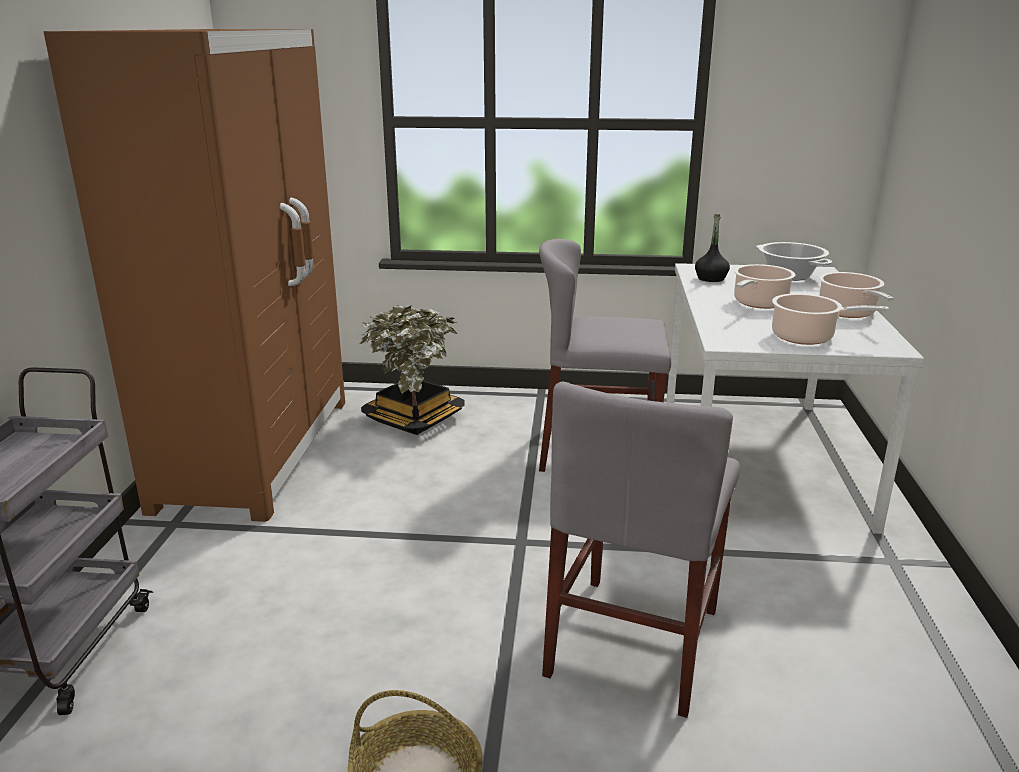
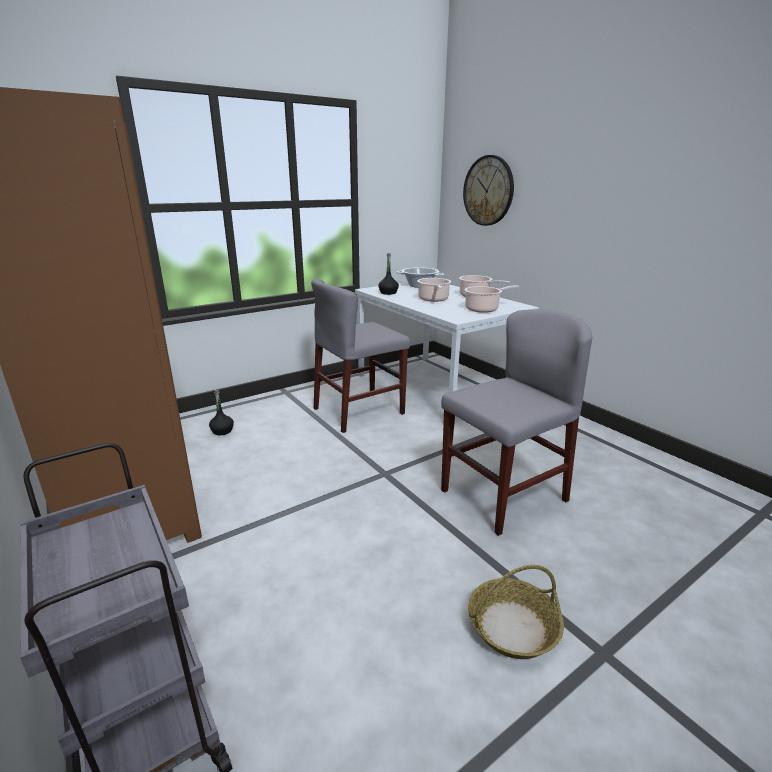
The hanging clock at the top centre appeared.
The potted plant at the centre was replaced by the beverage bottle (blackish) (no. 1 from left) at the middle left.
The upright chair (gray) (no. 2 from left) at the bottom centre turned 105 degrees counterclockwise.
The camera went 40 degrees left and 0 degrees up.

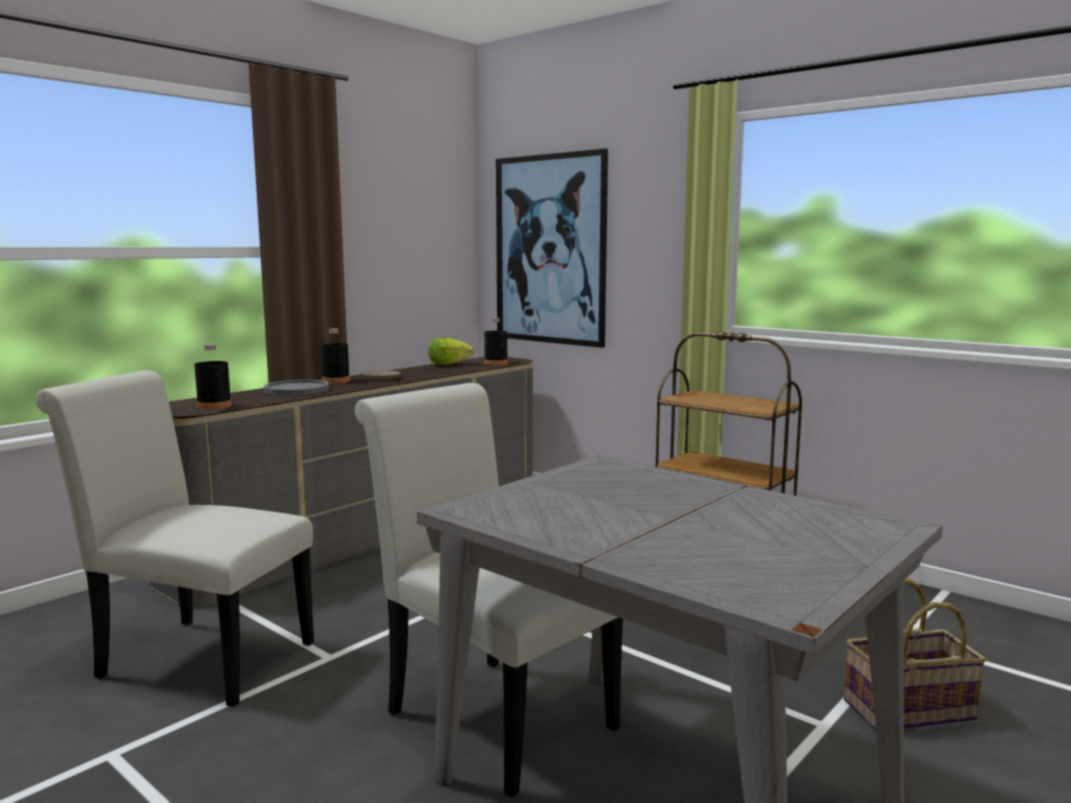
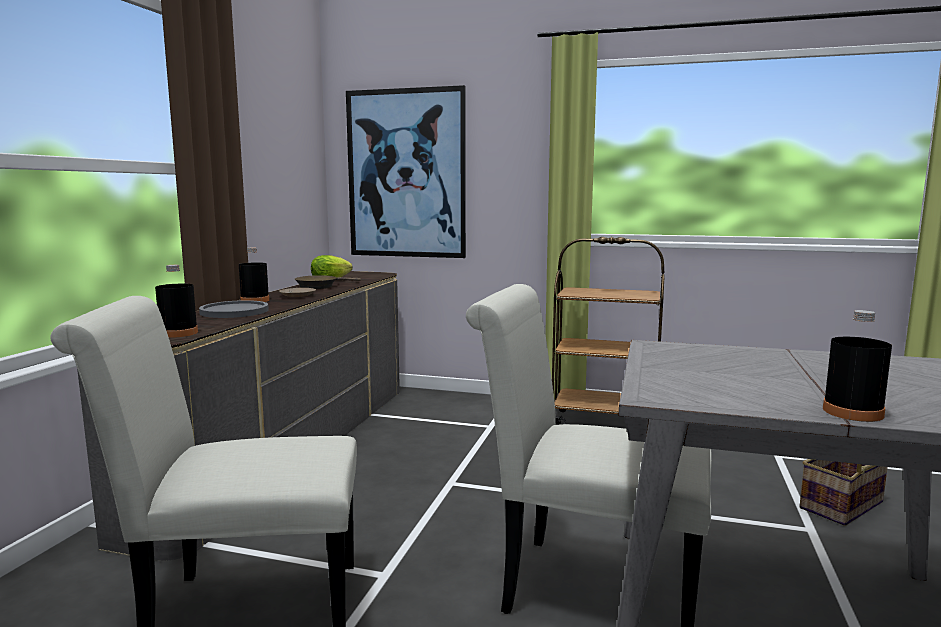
The skillet (brown) at the centre appeared.
The beverage bottle (blackish) (no. 3 from left) moved from the centre to the middle right.
The camera went 25 degrees left and 0 degrees up.

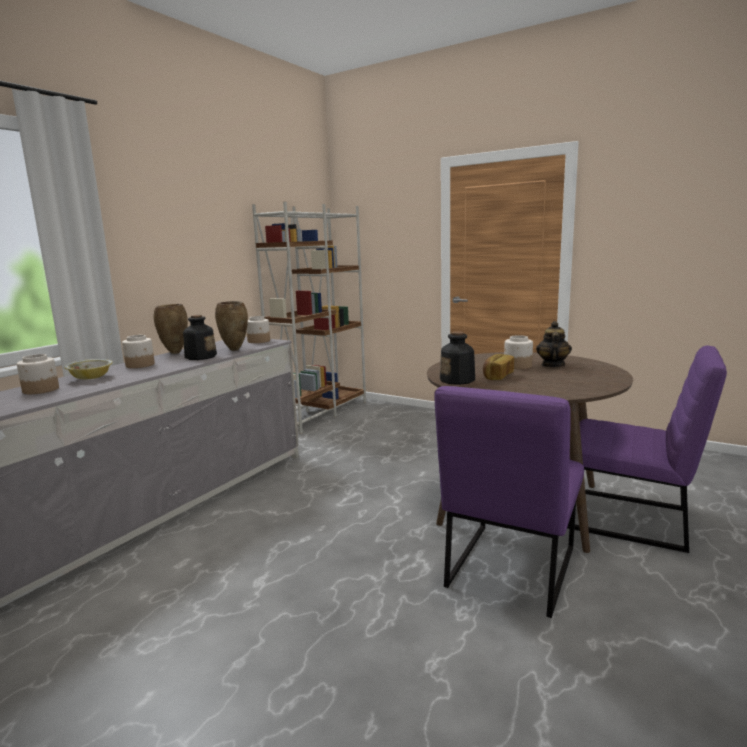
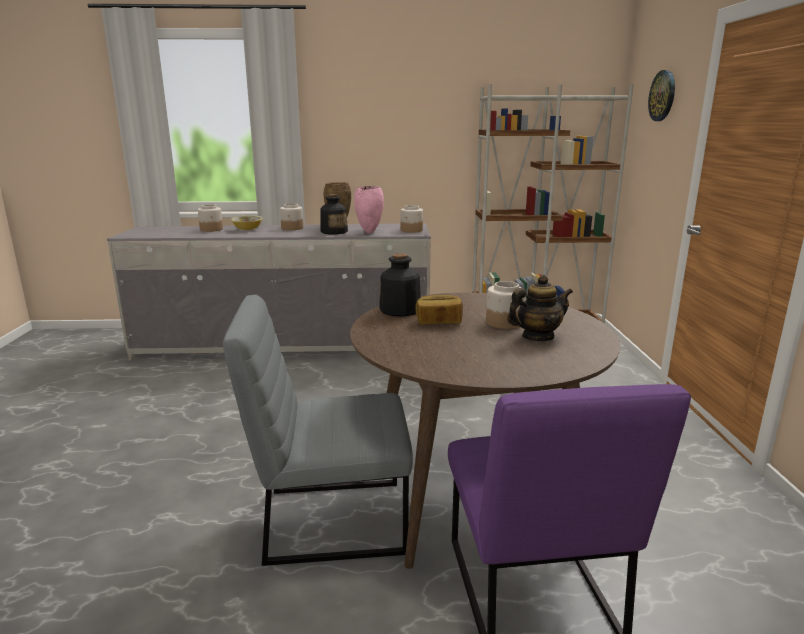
The hanging clock at the top right appeared.
The flower vase (brown) (no. 2 from left) at the middle left became the flower vase (pink-coloured) at the top centre.
The upright chair (purplish) (no. 1 from left) at the bottom right became the upright chair (gray) at the bottom centre.
The camera went 55 degrees right and 5 degrees up.

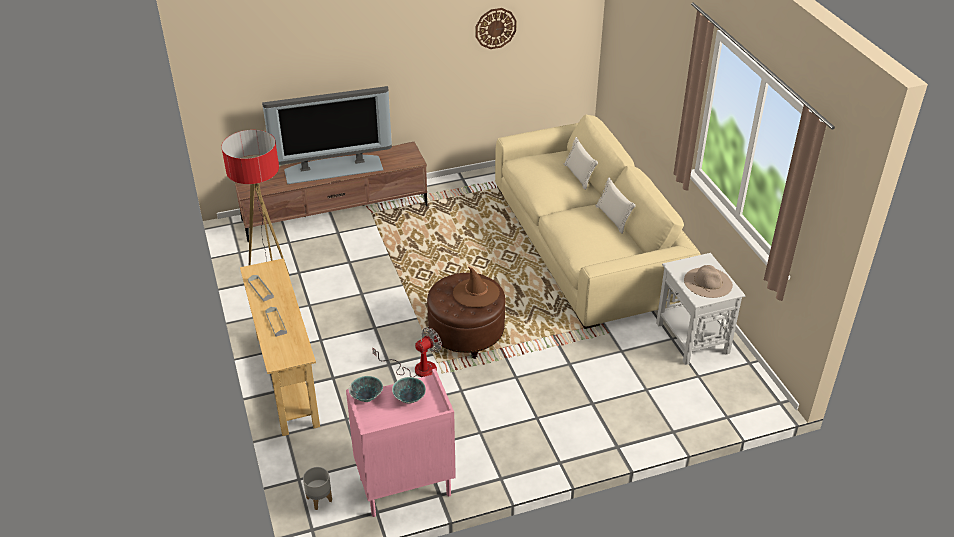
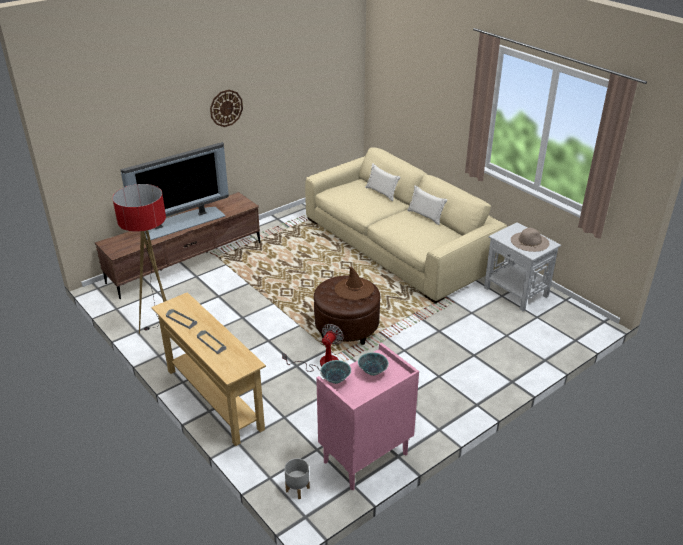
The hanging clock moved from the top centre to the top left.
The camera went 20 degrees left and 5 degrees down.

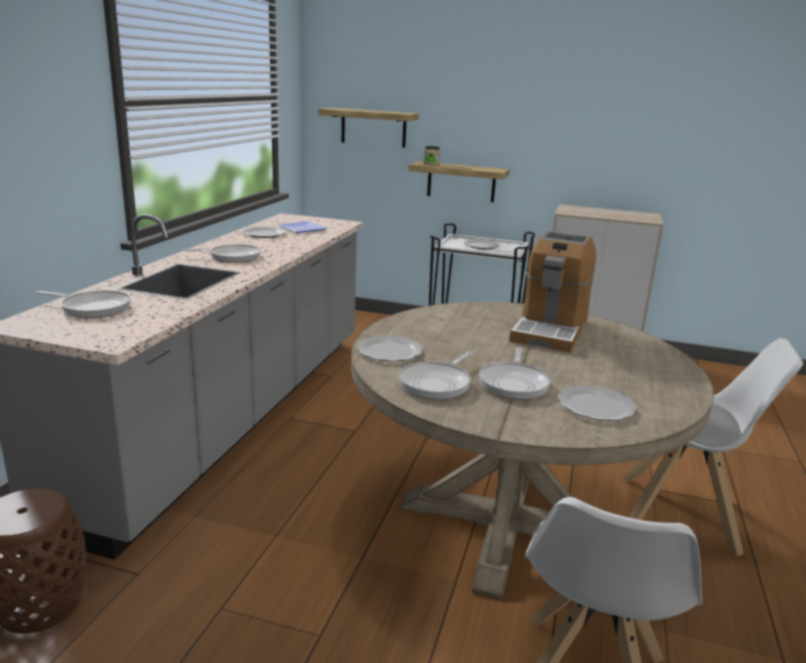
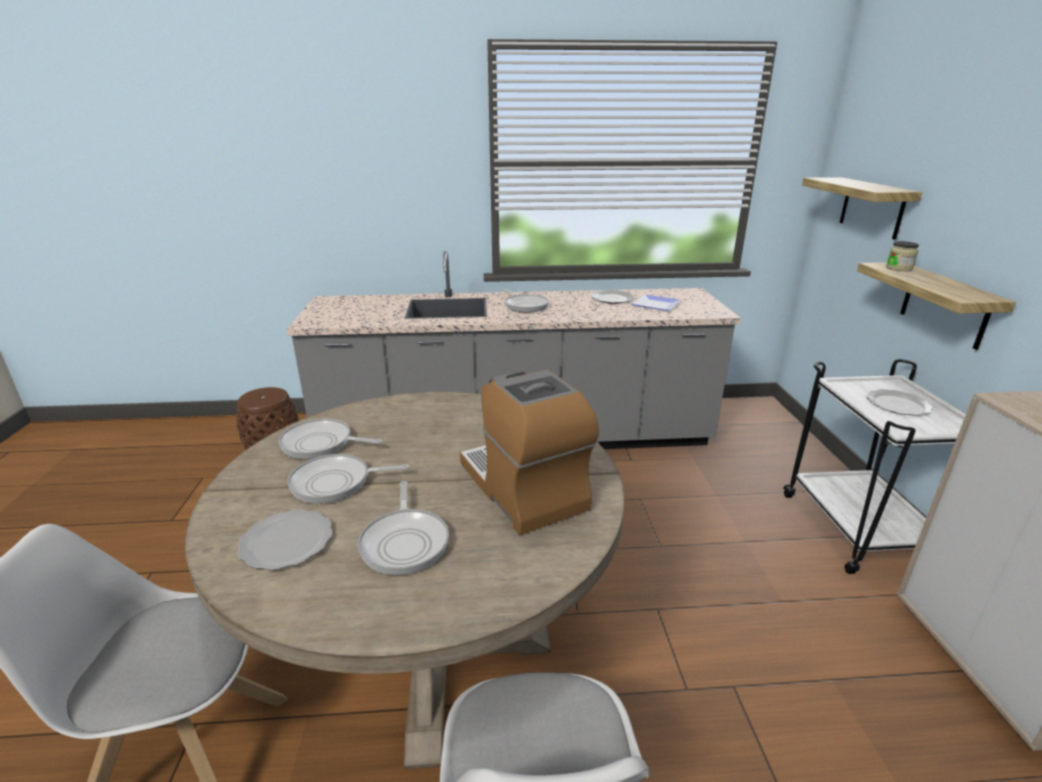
The dinner plate (no. 3 from left) at the centre disappeared.
The skillet (no. 1 from left in the first image) moved from the middle left to the bottom centre.
The coffee maker at the middle right turned 60 degrees clockwise.
The camera went 70 degrees right and 5 degrees up.

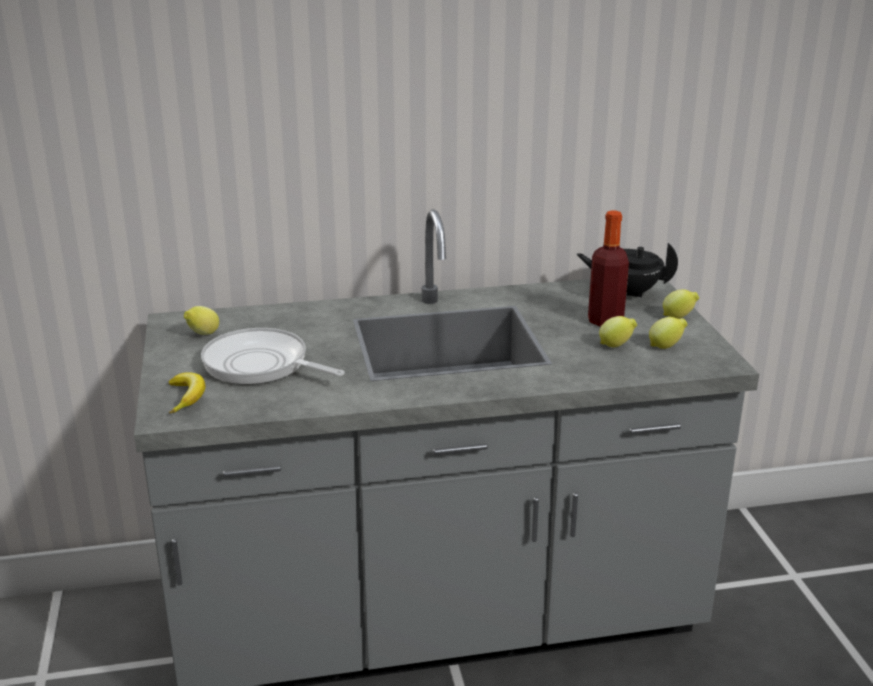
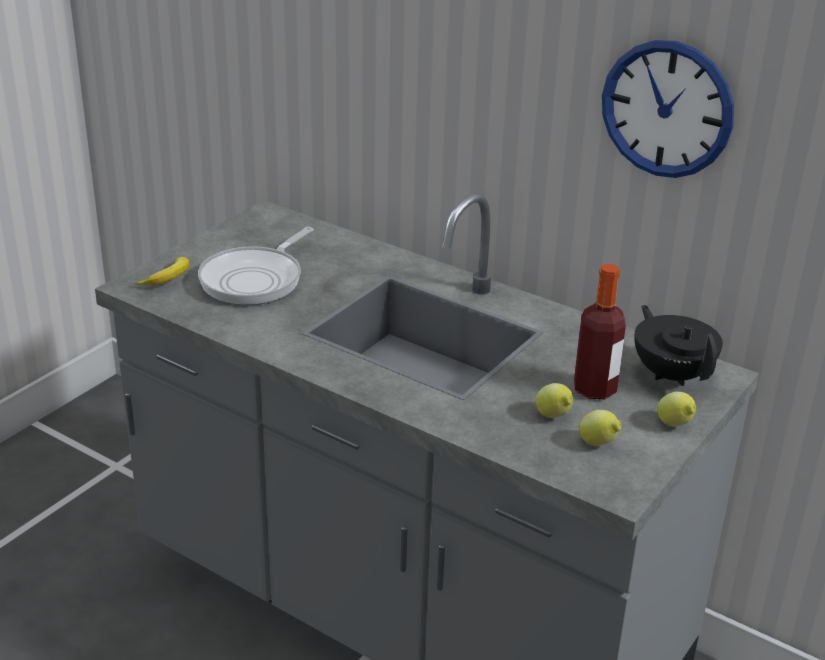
The whole lemon (no. 1 from left) at the middle left disappeared.
The hanging clock at the top right appeared.
The skillet at the middle left turned 135 degrees counterclockwise.
The camera went 45 degrees right and 5 degrees up.

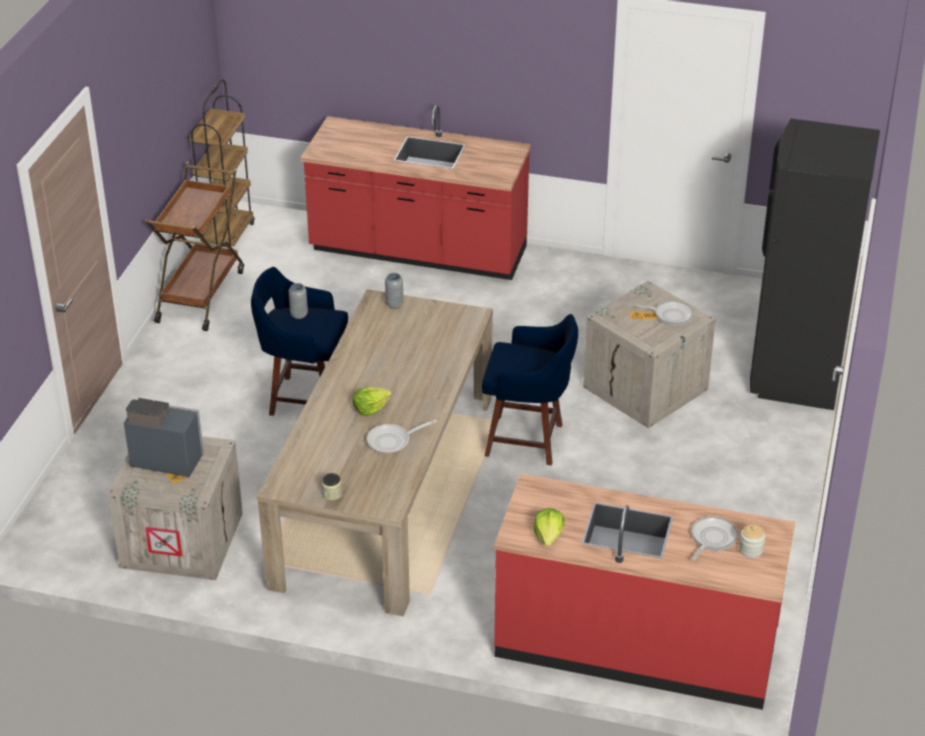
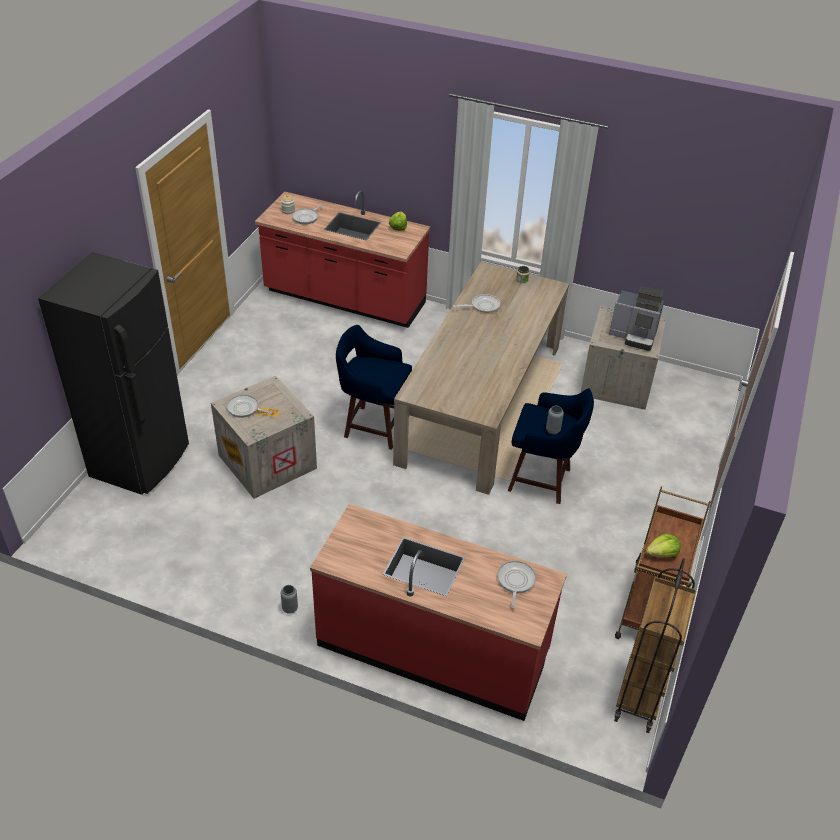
The skillet (no. 4 from left) at the bottom centre appeared.
The head of lettuce (no. 1 from left in the first image) moved from the centre to the middle right.
The flower vase (gray) (no. 2 from left in the first image) moved from the centre to the bottom centre.
The camera went 175 degrees left and 5 degrees up.

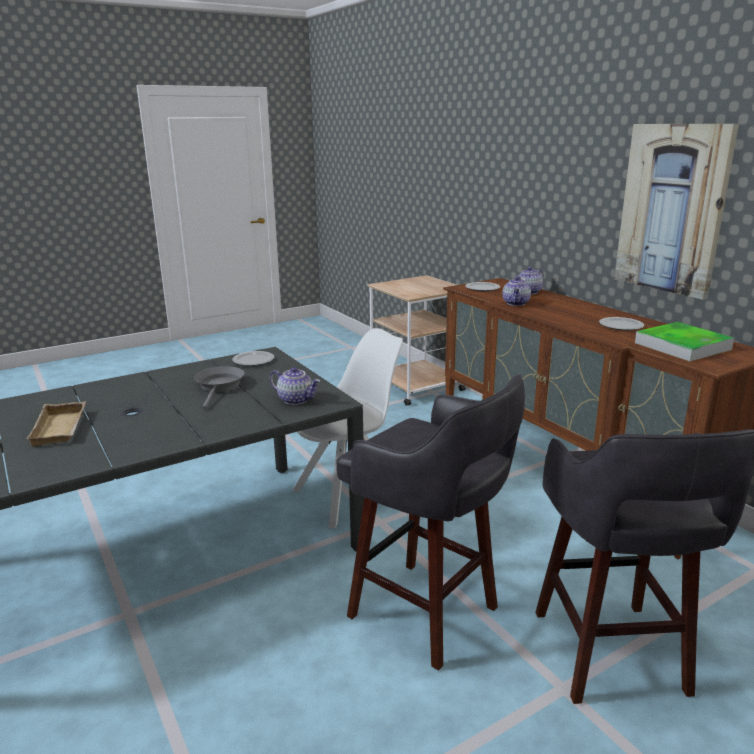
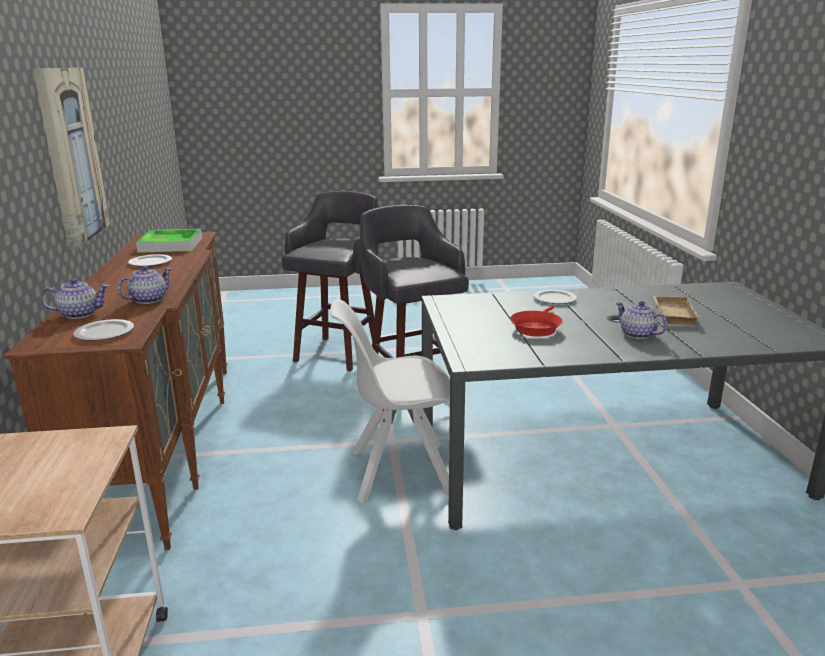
The dinner plate (no. 1 from left in the first image) moved from the centre to the middle right.
The teapot (no. 1 from left in the first image) moved from the centre to the middle right.
The skillet (gray) at the middle left became the skillet (red) at the centre.
The camera went 155 degrees left and 0 degrees up.

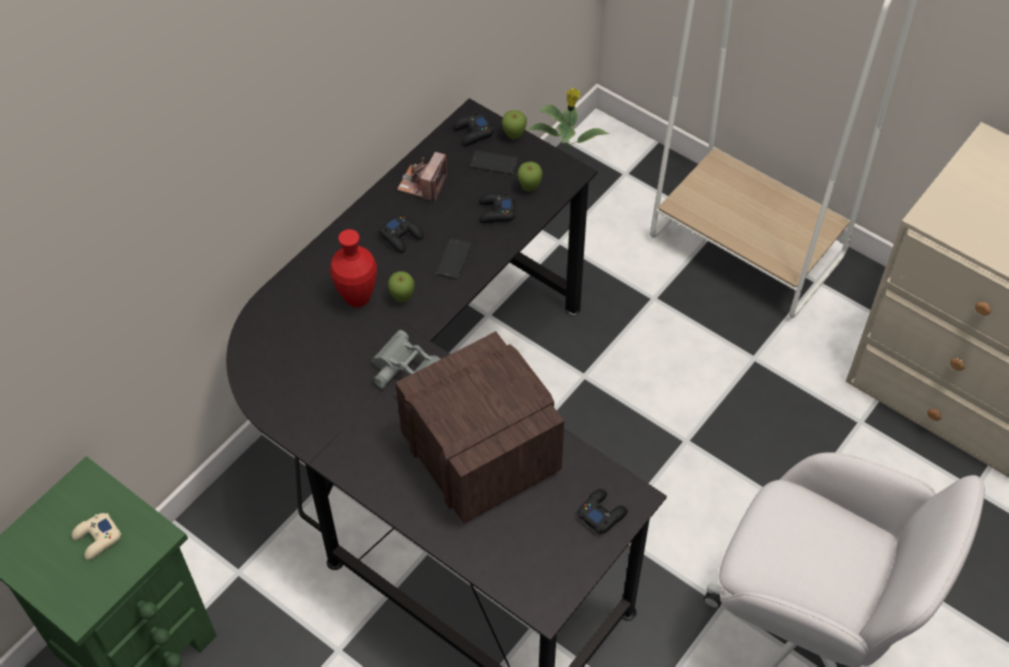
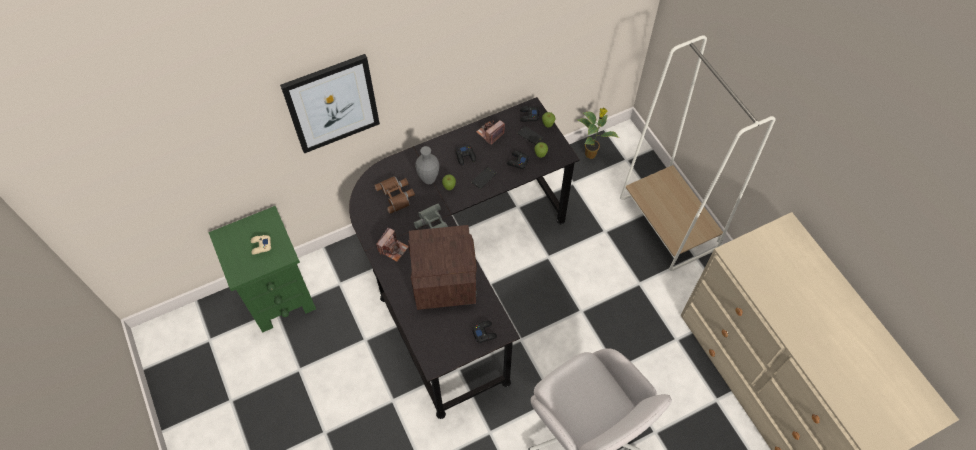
The wall picture at the top centre appeared.
The pair of binoculars (brown) at the centre appeared.
The photo camera (no. 1 from left) at the centre appeared.
The flower vase (red) at the centre became the flower vase (gray) at the centre.
The camera went 25 degrees right and 5 degrees up.

